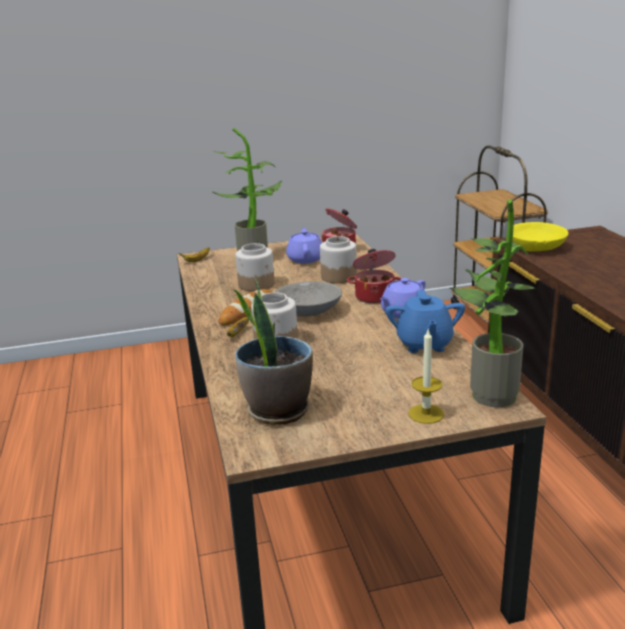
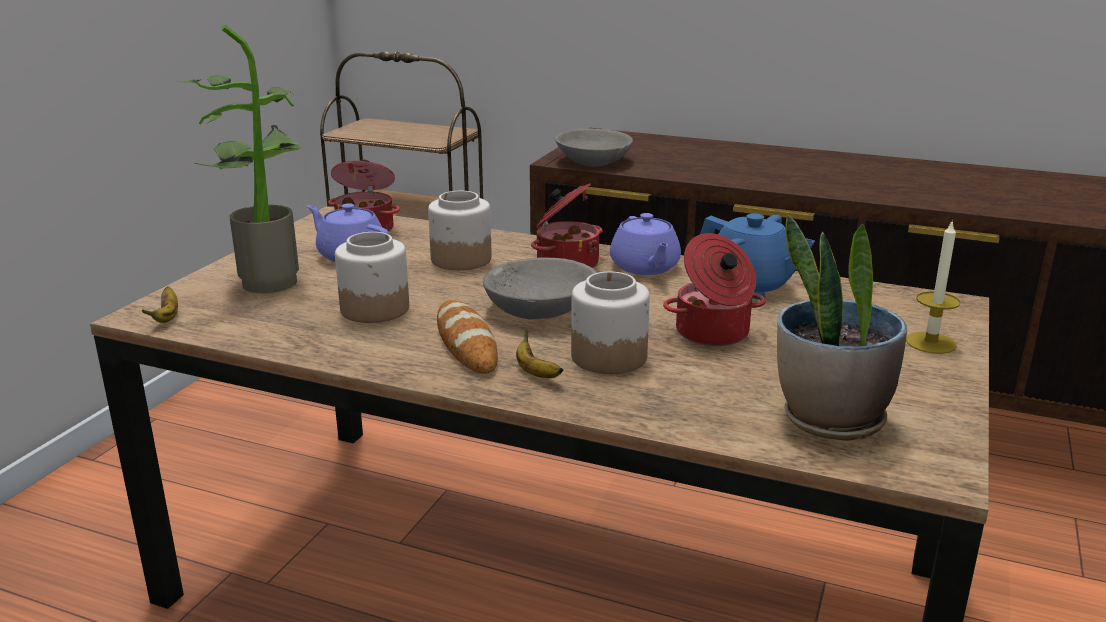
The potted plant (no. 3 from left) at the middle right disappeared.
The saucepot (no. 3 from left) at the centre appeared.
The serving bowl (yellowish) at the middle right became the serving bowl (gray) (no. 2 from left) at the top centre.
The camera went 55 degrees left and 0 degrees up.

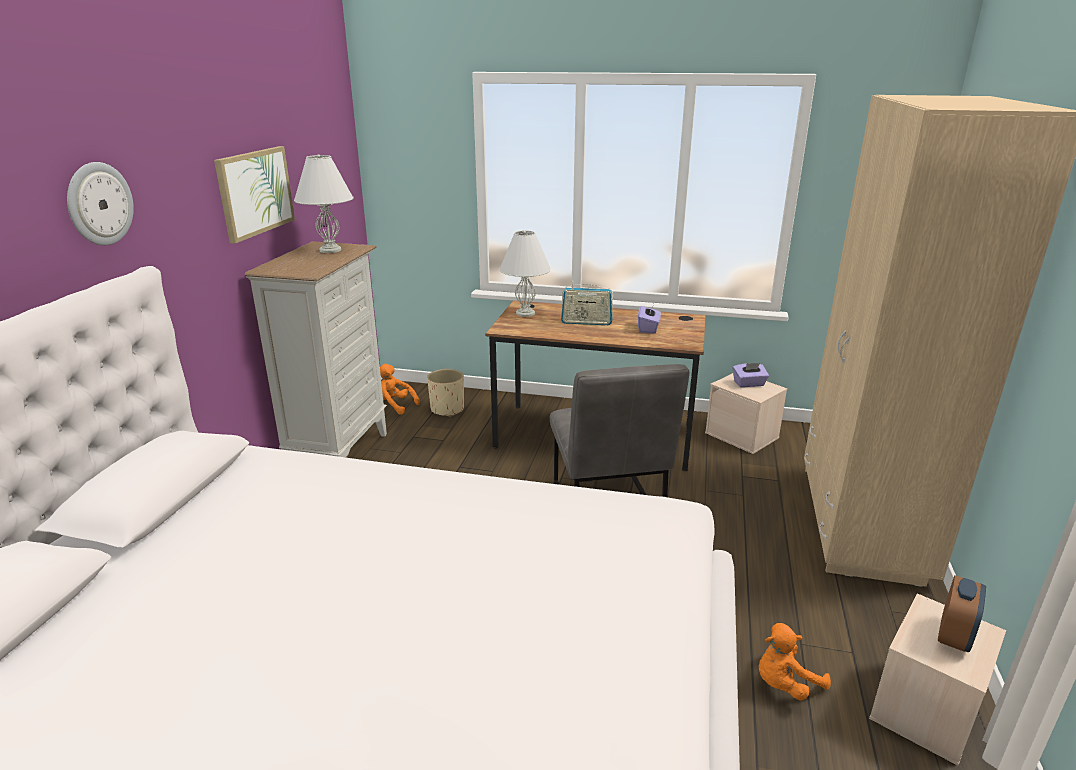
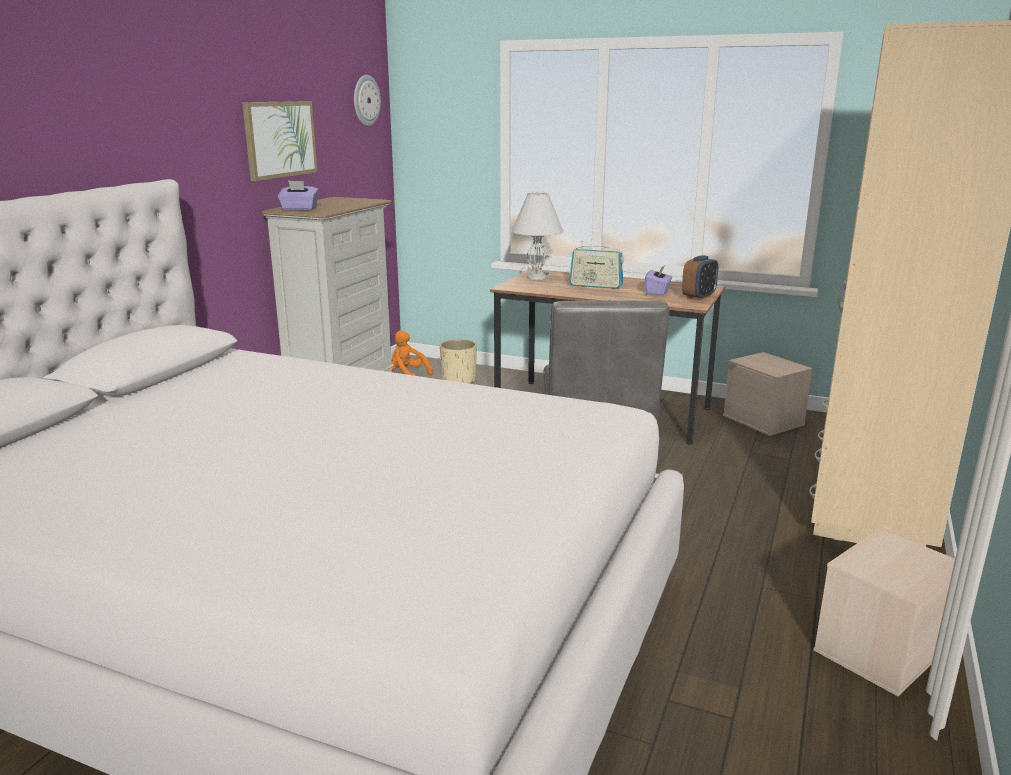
The tabletop lamp (whitish) (no. 1 from left) at the top left disappeared.
The cuddly toy (orangey) (no. 2 from left) at the bottom right disappeared.
The hanging clock moved from the top left to the top centre.
The box of tissues (purplish) (no. 2 from left in the first image) moved from the middle right to the top left.
The bedside clock moved from the bottom right to the middle right.
The camera went 10 degrees right and 5 degrees down.

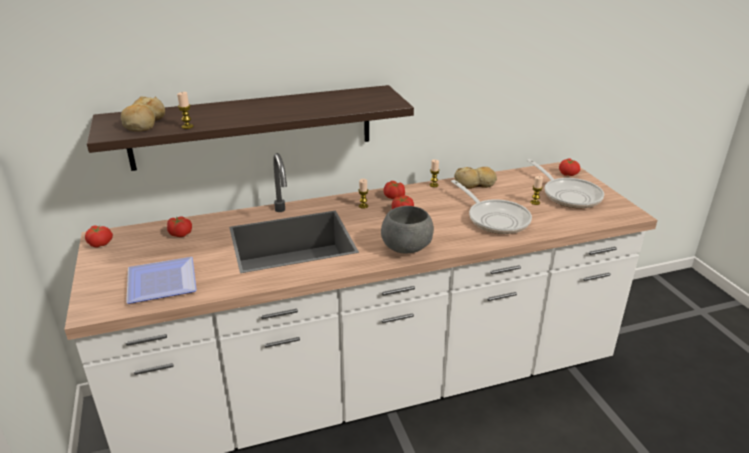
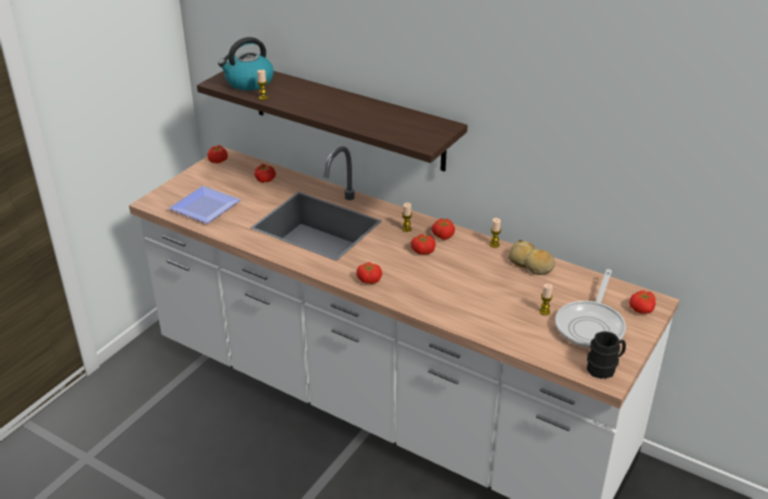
The skillet (no. 1 from left) at the centre disappeared.
The tea mug (blackish) at the bottom right appeared.
The bread (no. 1 from left) at the top left was replaced by the kettle at the top left.
The serving bowl (gray) at the centre was replaced by the tomato (no. 3 from left) at the centre.
The camera went 50 degrees right and 5 degrees up.

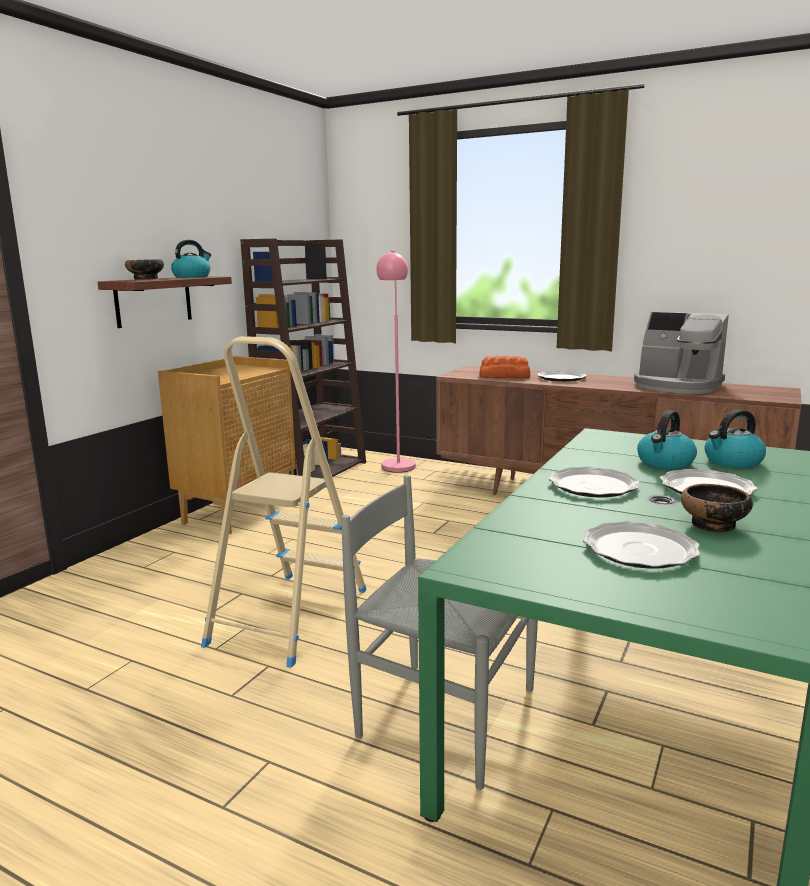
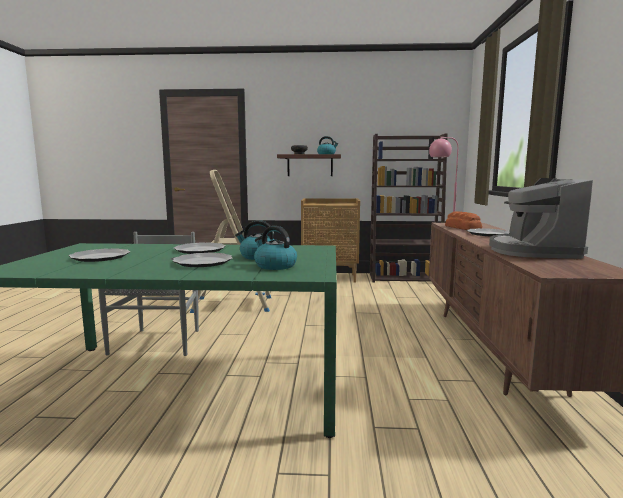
The serving bowl (no. 2 from left) at the middle right disappeared.
The camera went 65 degrees right and 5 degrees down.

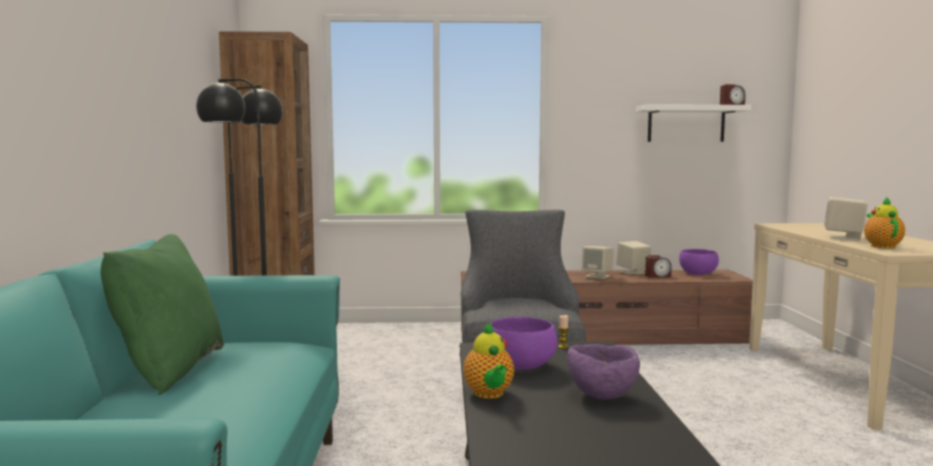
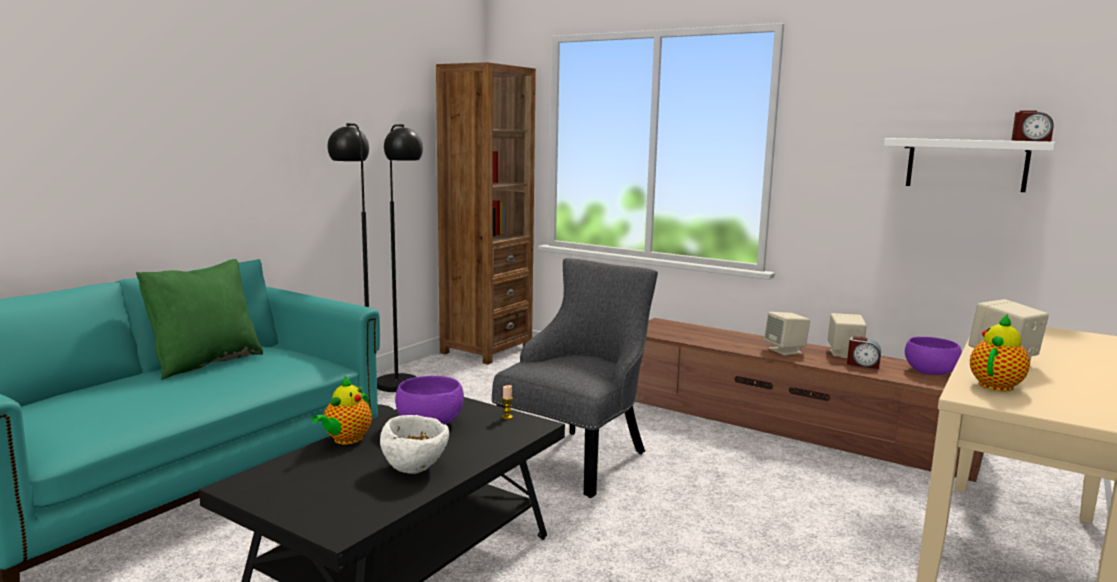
The serving bowl (purplish) (no. 2 from left) at the bottom centre became the serving bowl (whitish) at the bottom centre.
The camera went 35 degrees right and 5 degrees up.

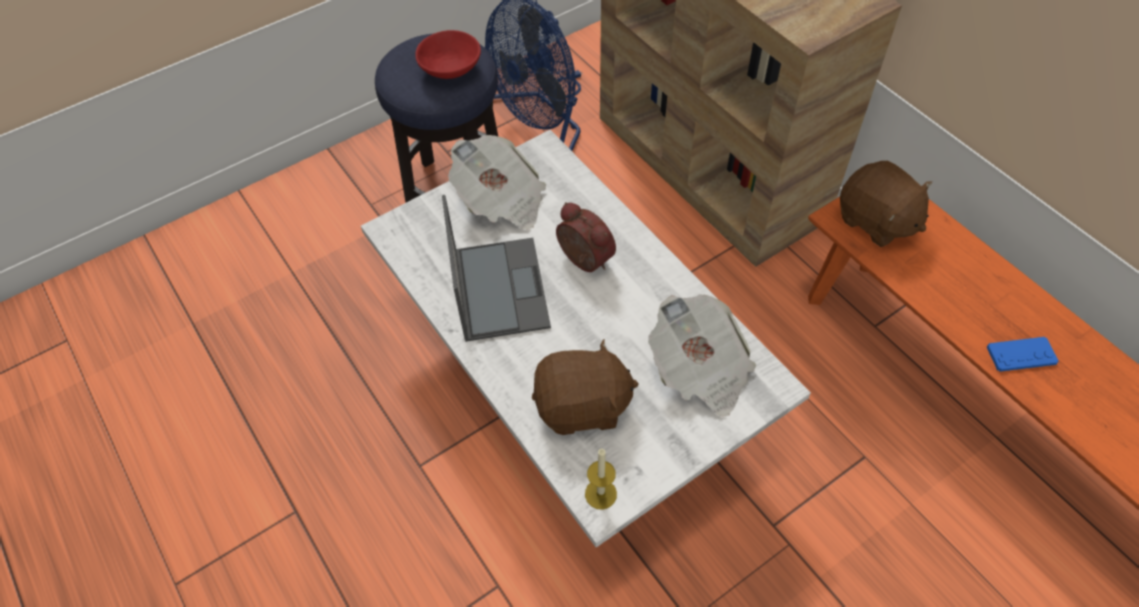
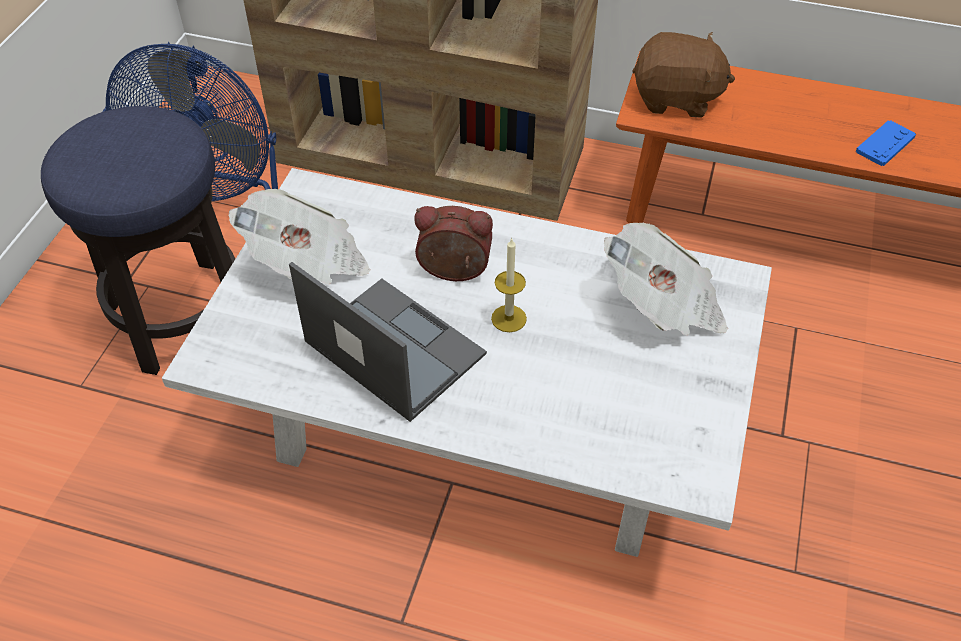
The serving bowl (red) at the top centre disappeared.
The cuddly toy (brown) (no. 1 from left) at the centre disappeared.
The wax light moved from the bottom centre to the centre.
The camera went 40 degrees left and 5 degrees down.

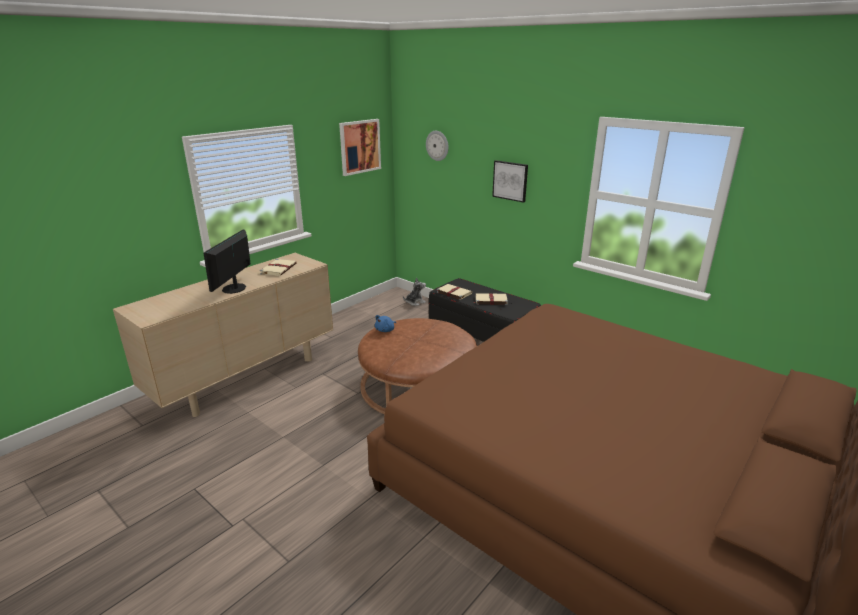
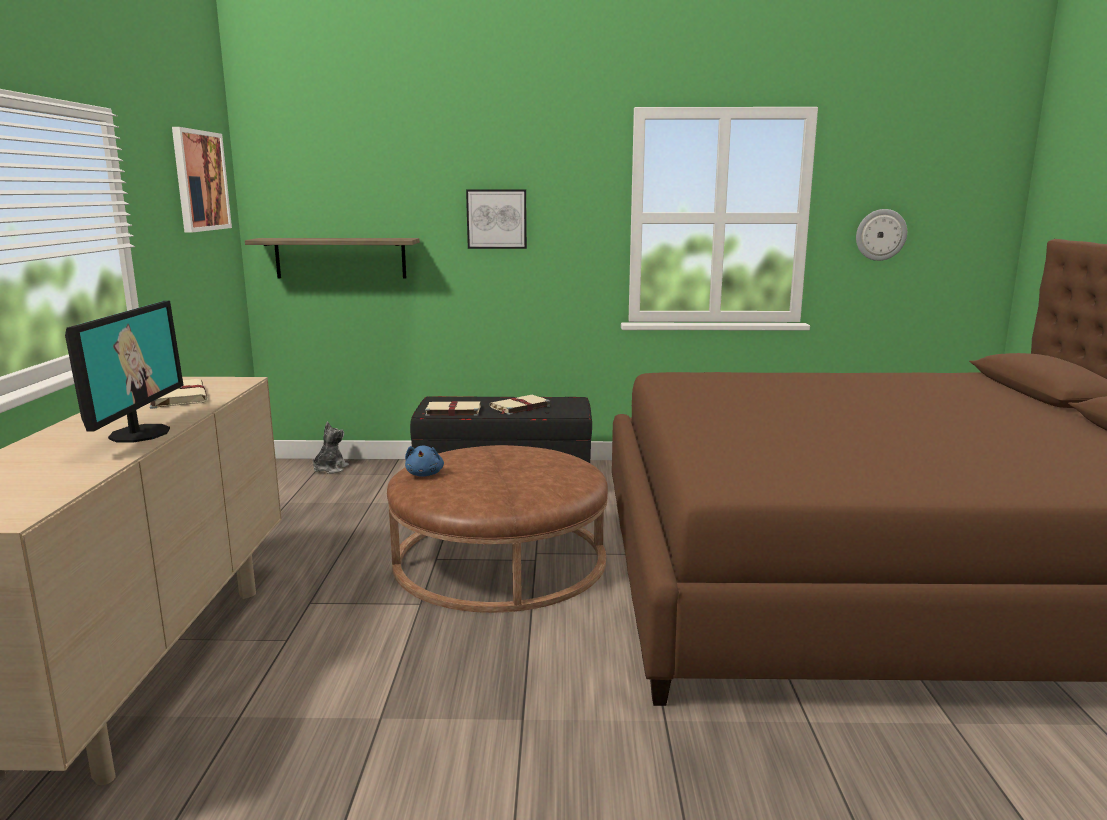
The bracket shelf at the top left appeared.
The hanging clock moved from the top centre to the top right.
The computer screen at the middle left turned 150 degrees counterclockwise.
The camera went 40 degrees left and 10 degrees down.

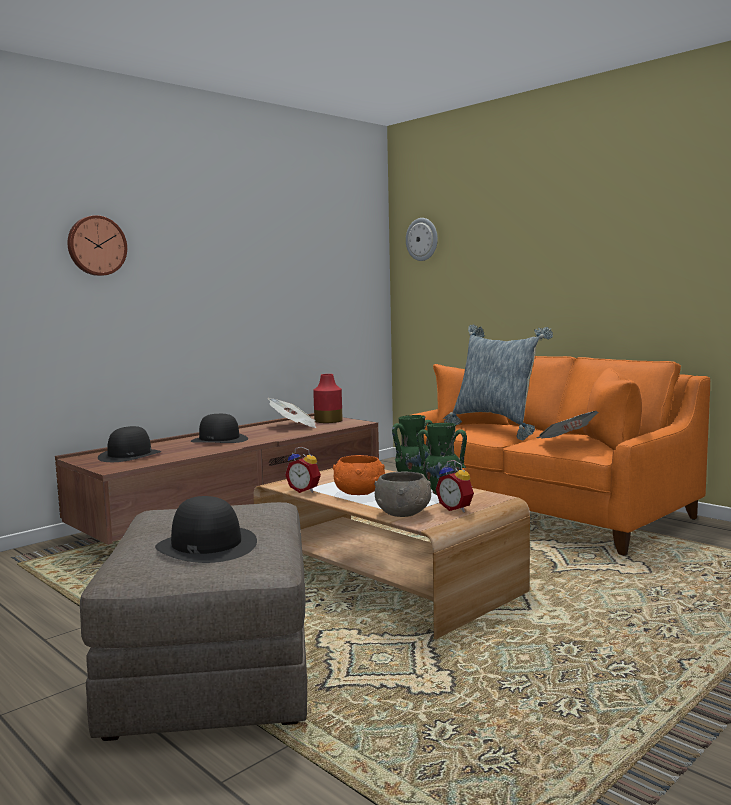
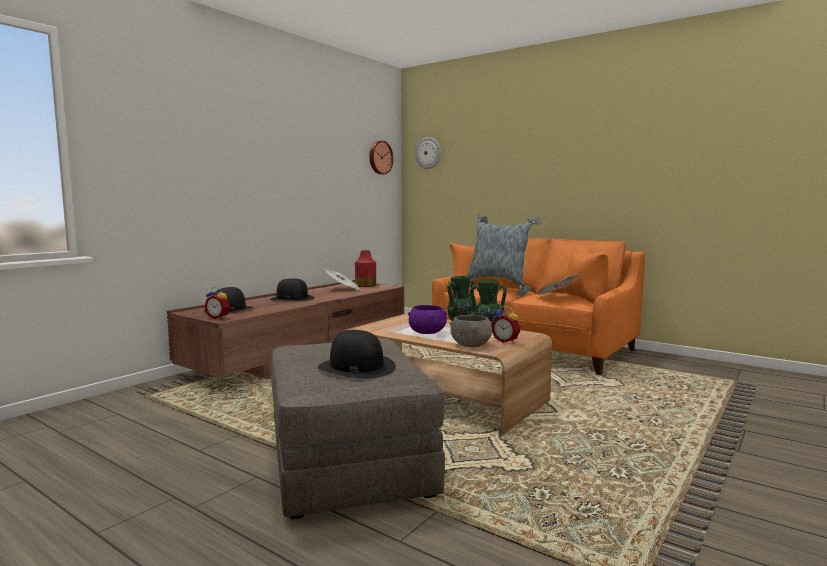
The hanging clock (no. 1 from left) moved from the top left to the top centre.
The bedside clock (no. 1 from left) moved from the centre to the middle left.
The serving bowl (orangey) at the centre became the serving bowl (purplish) at the centre.
The camera went 10 degrees left and 0 degrees up.

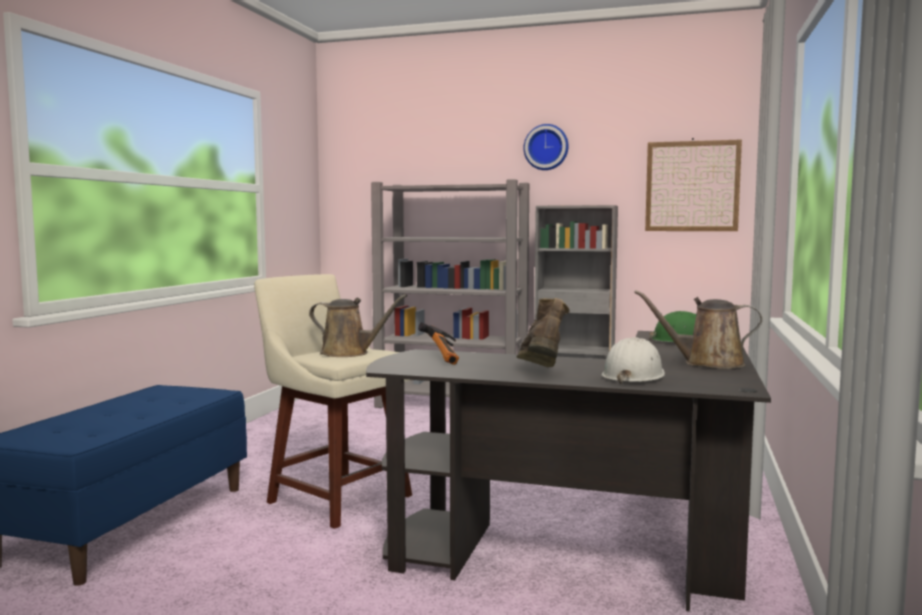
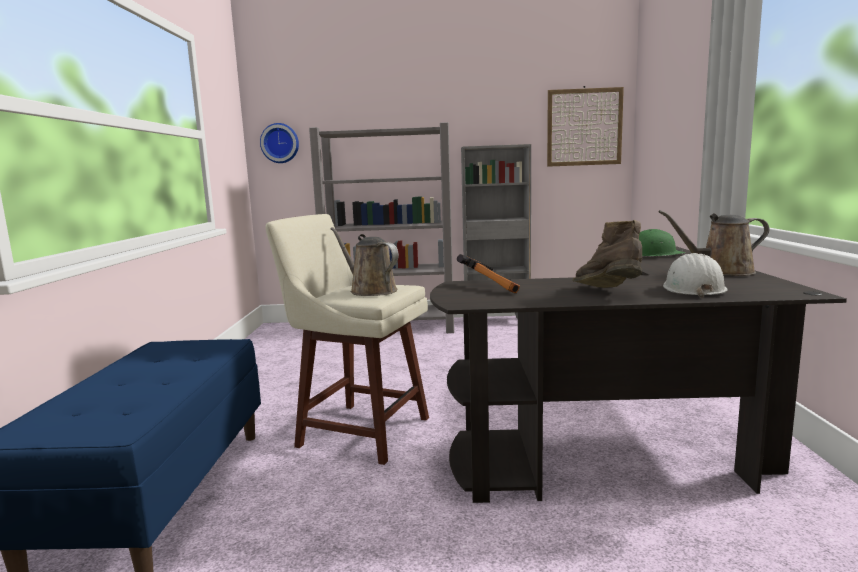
The hanging clock moved from the top centre to the top left.
The watering pot (brown) (no. 1 from left) at the centre turned 135 degrees counterclockwise.
The camera went 15 degrees left and 5 degrees up.

